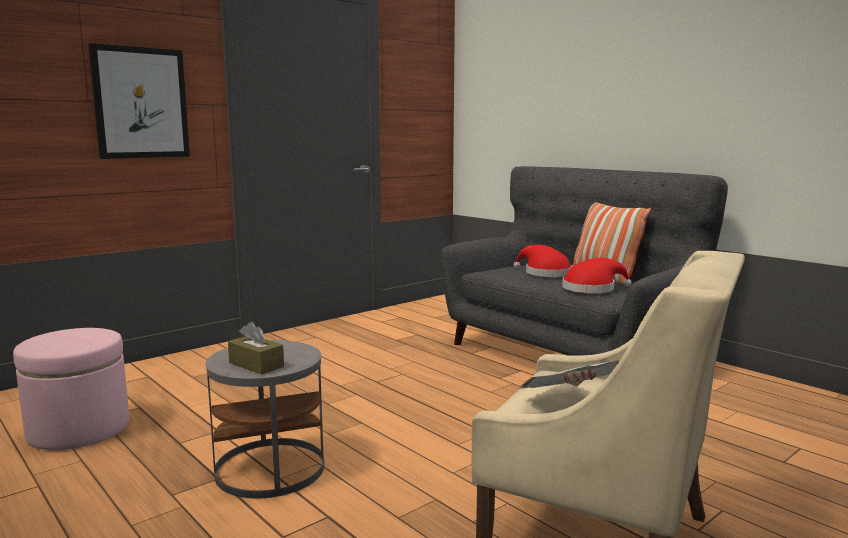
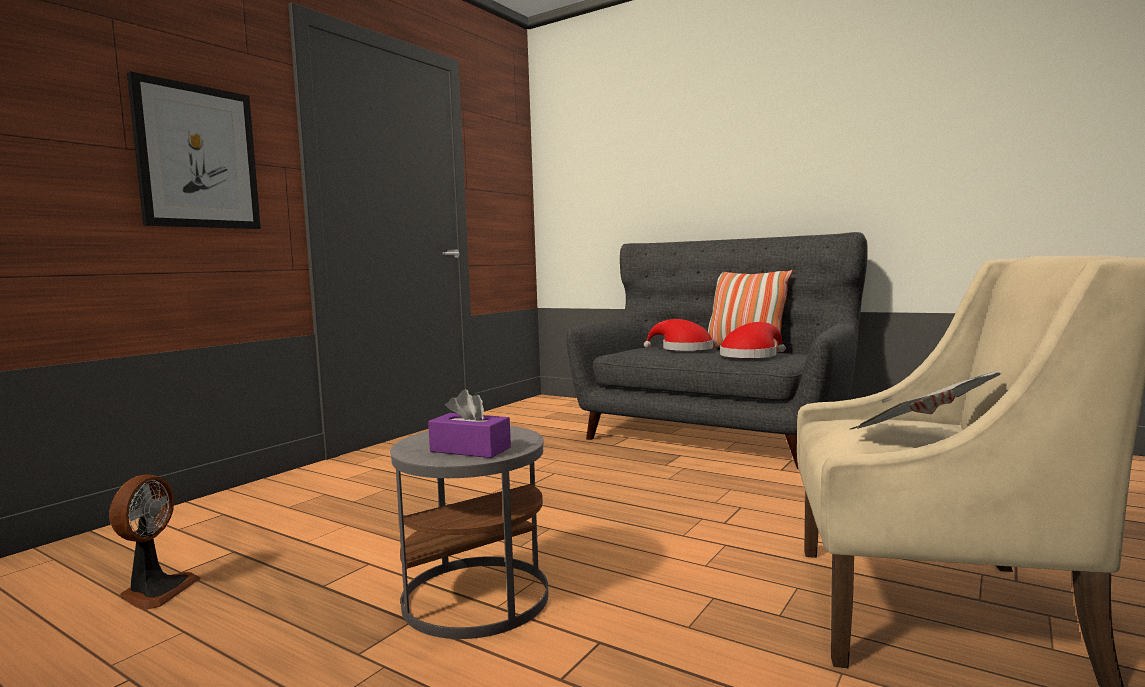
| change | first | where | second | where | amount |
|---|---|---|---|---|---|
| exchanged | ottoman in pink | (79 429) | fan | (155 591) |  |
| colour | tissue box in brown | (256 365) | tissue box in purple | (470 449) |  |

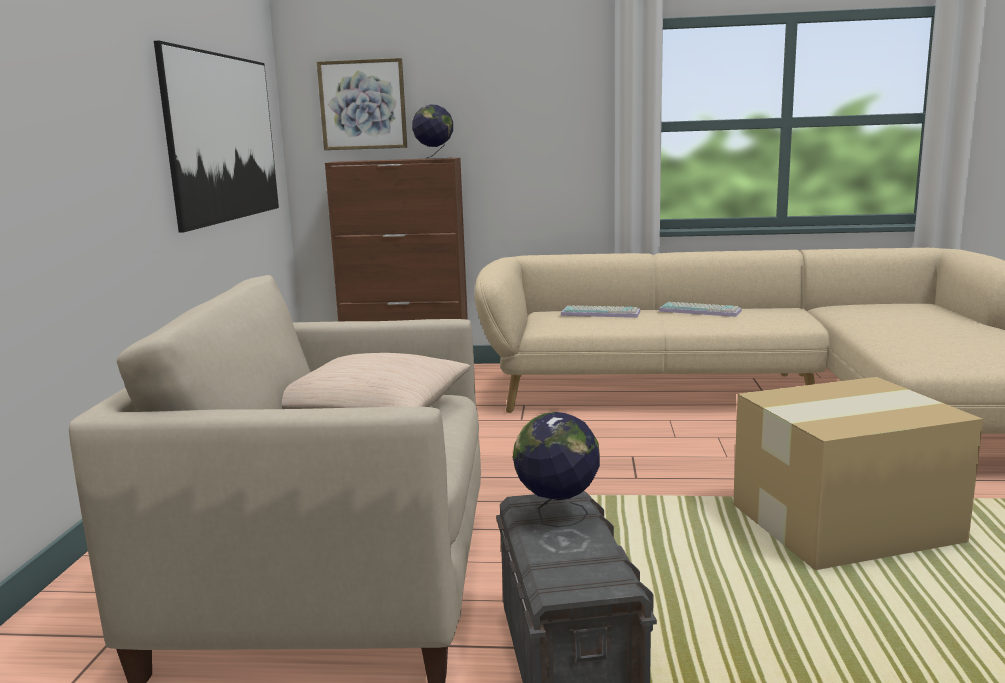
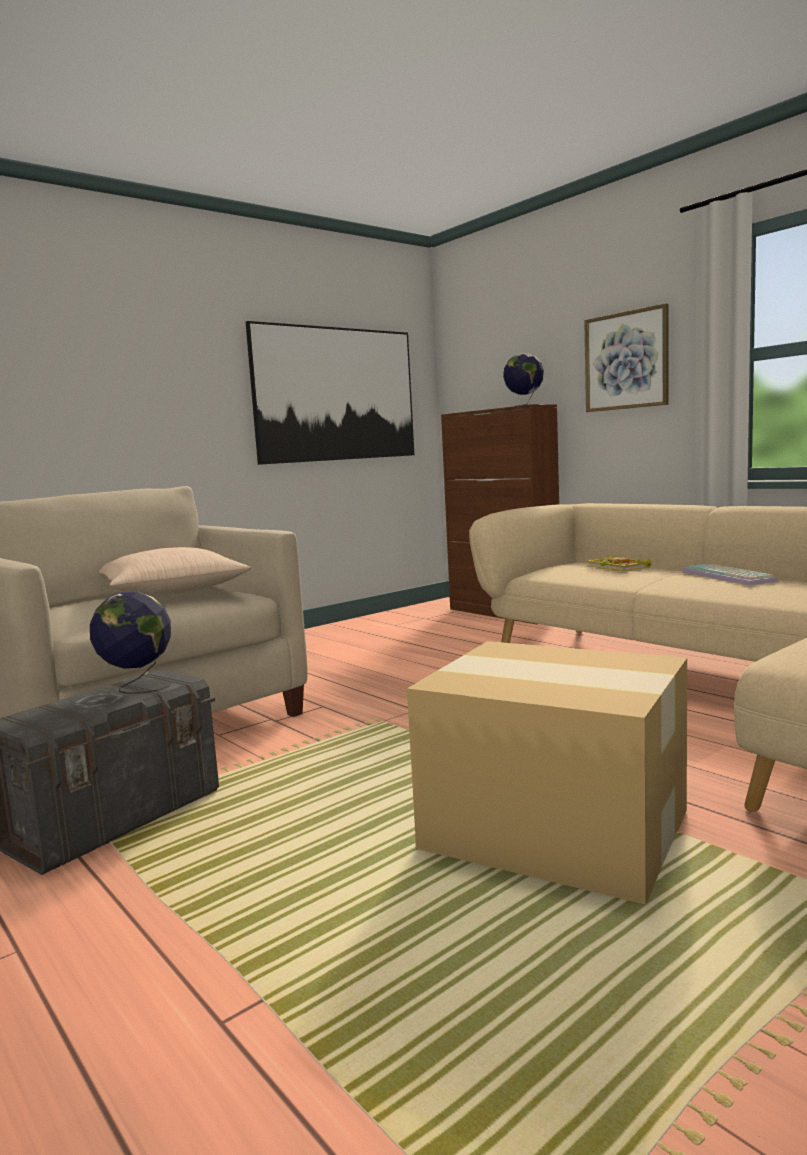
| change | first | where | second | where | amount |
|---|---|---|---|---|---|
| relocated | picture | (363 105) |  | (626 361) |  |
| exchanged | keyboard | (601 313) | book | (619 567) |  |

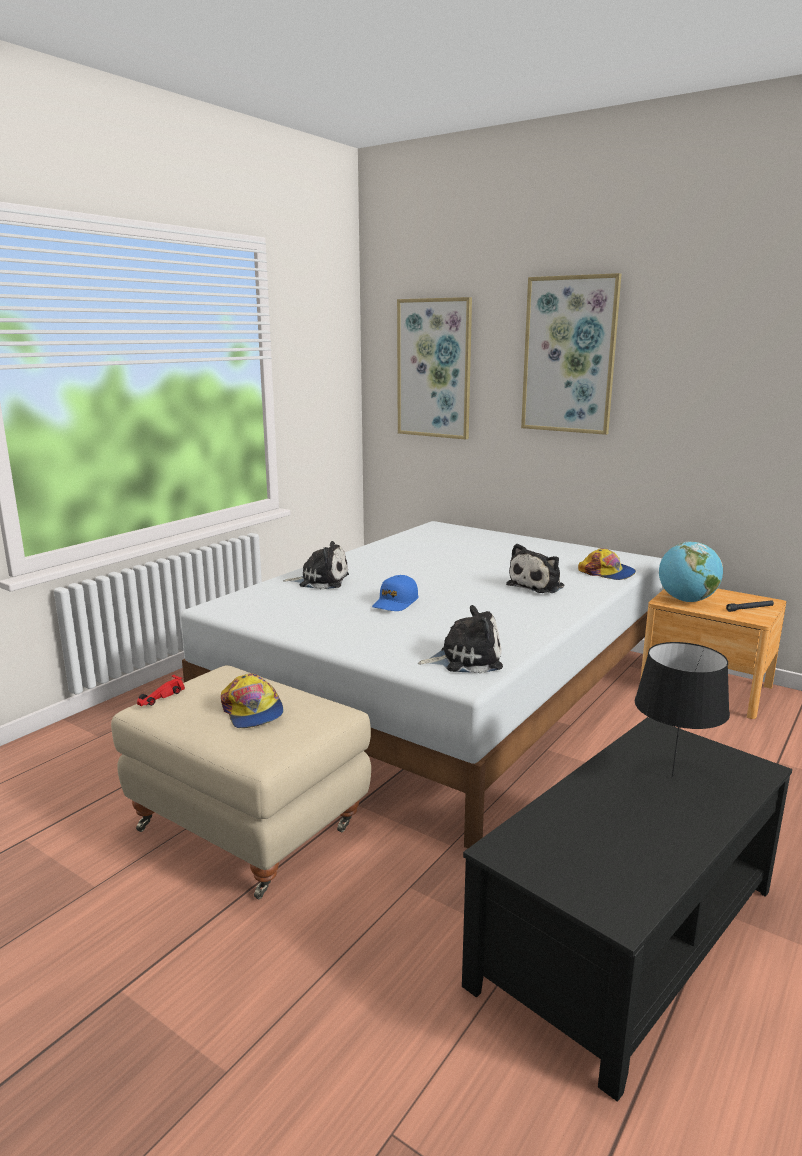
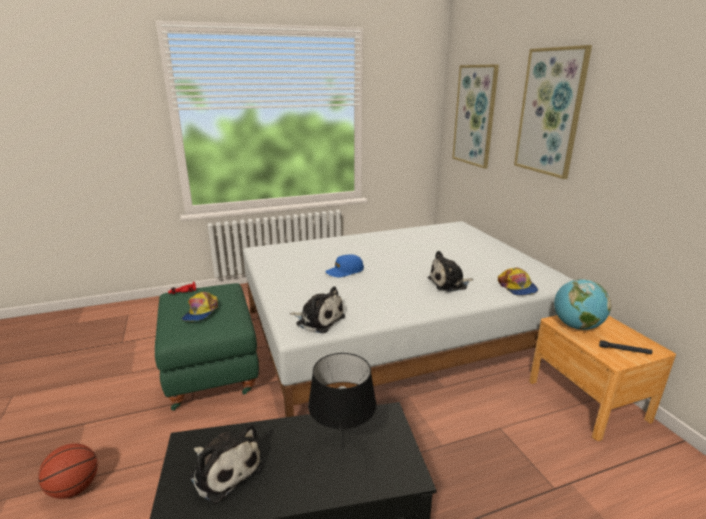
| change | first | where | second | where | amount |
|---|---|---|---|---|---|
| appeared |  |  | basketball | (74 488) |  |
| colour | ottoman in beige | (250 826) | ottoman in green | (213 372) |  |
| relocated | plush toy | (320 581) |  | (224 469) |  |

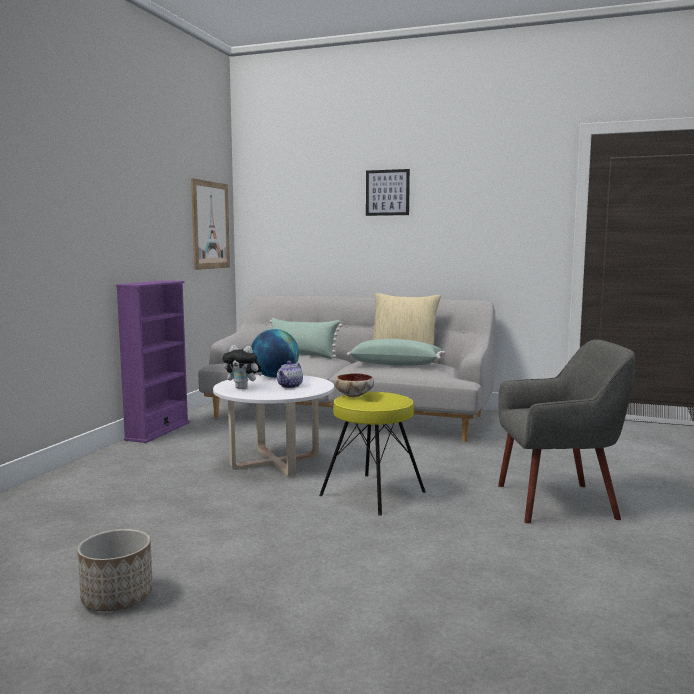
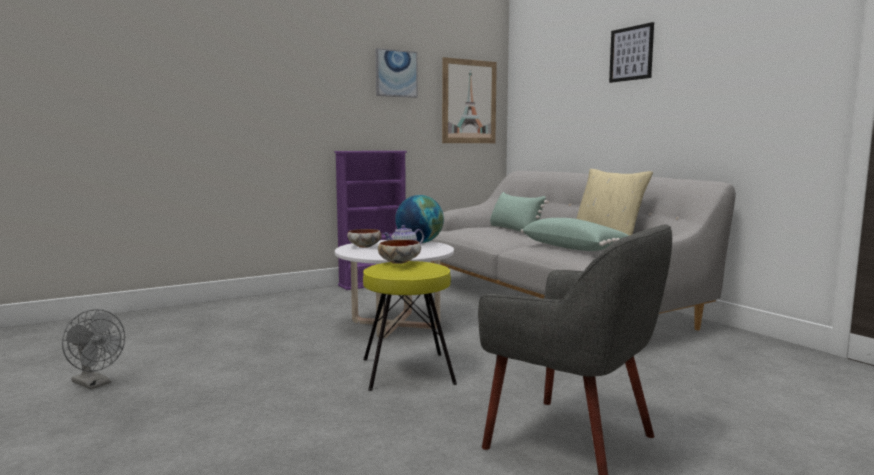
| change | first | where | second | where | amount |
|---|---|---|---|---|---|
| exchanged | planter | (117 597) | fan in grey | (95 384) |  |
| exchanged | plush toy | (243 388) | bowl | (365 247) |  |
| appeared |  |  | picture | (396 73) |  |

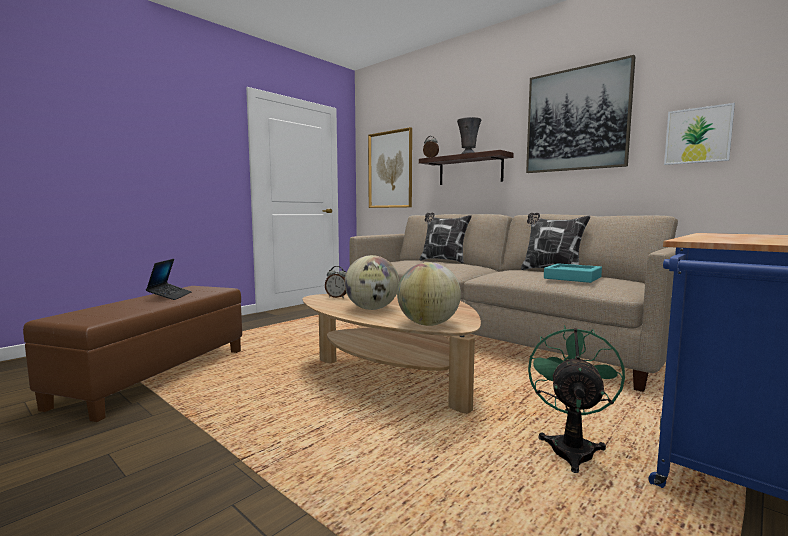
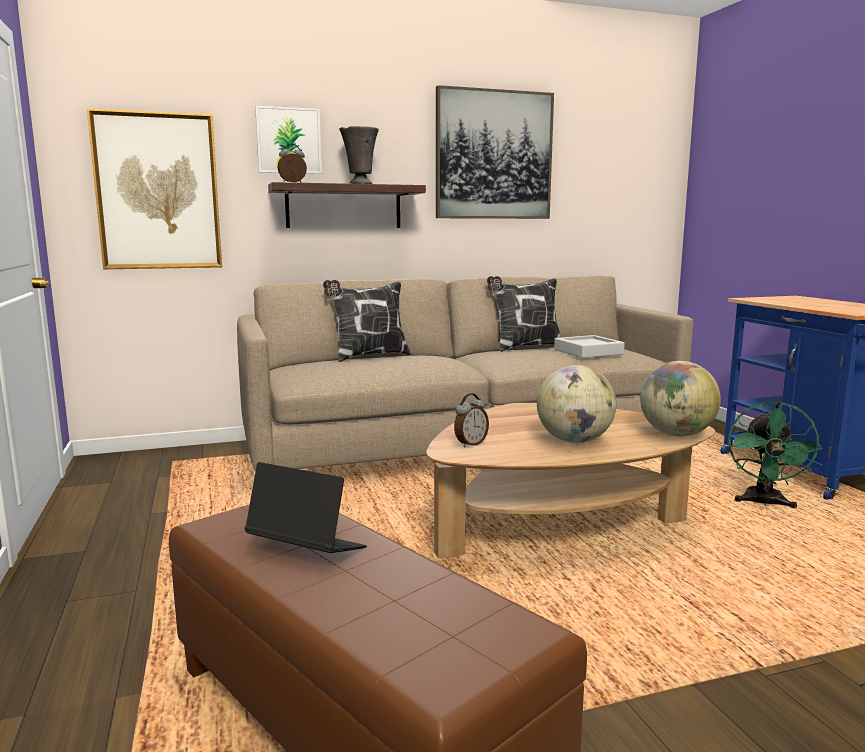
| change | first | where | second | where | amount |
|---|---|---|---|---|---|
| relocated | picture | (698 135) |  | (289 140) |  |
| colour | tray in turquoise | (572 277) | tray in grey | (588 352) |  |
| spun | fan in green | (571 447) |  | (764 503) | 120 degrees counterclockwise |

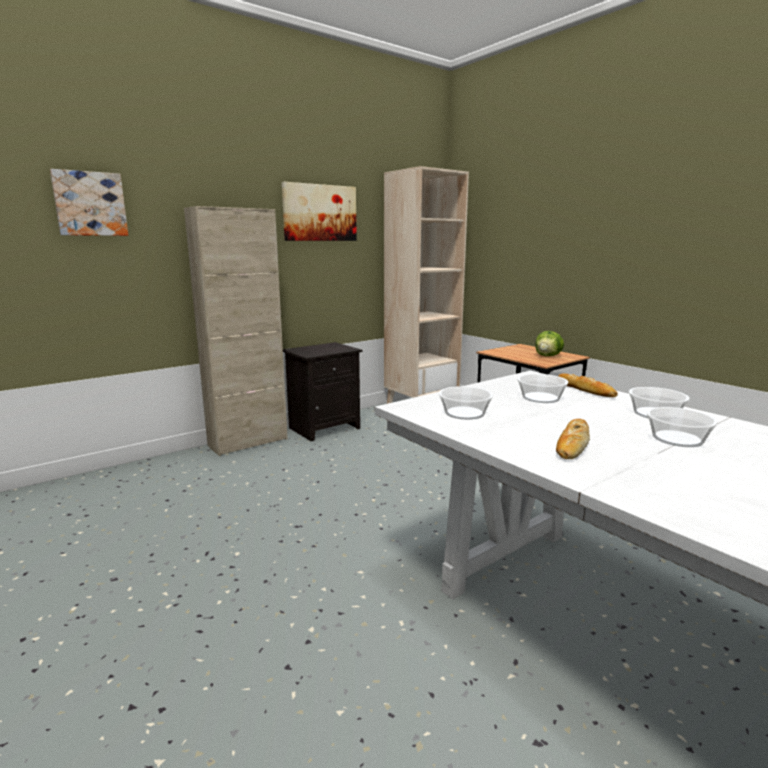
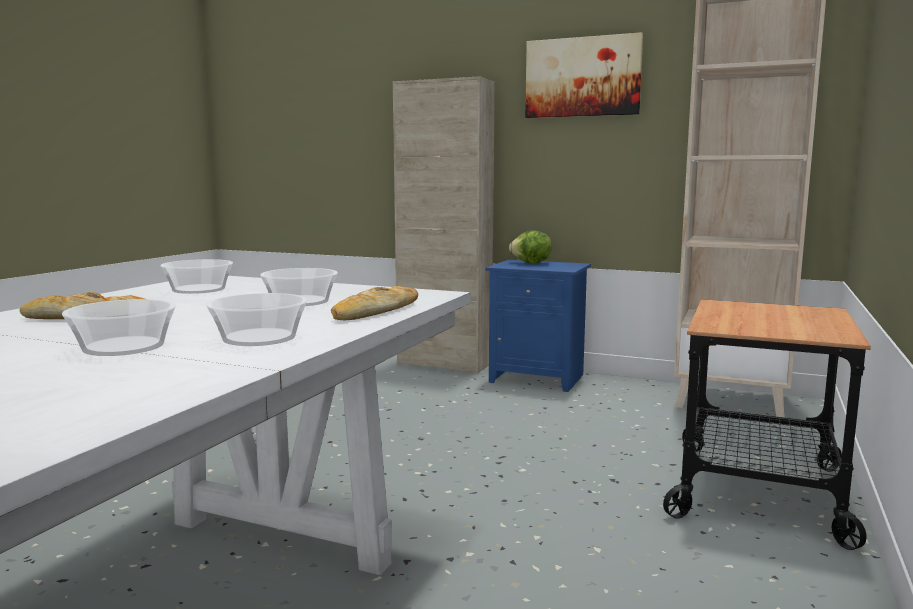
| change | first | where | second | where | amount |
|---|---|---|---|---|---|
| colour | nightstand in black | (324 427) | nightstand in blue | (538 378) |  |
| relocated | lettuce | (548 356) |  | (531 263) |  |
| missing | picture | (90 204) |  |  |  |

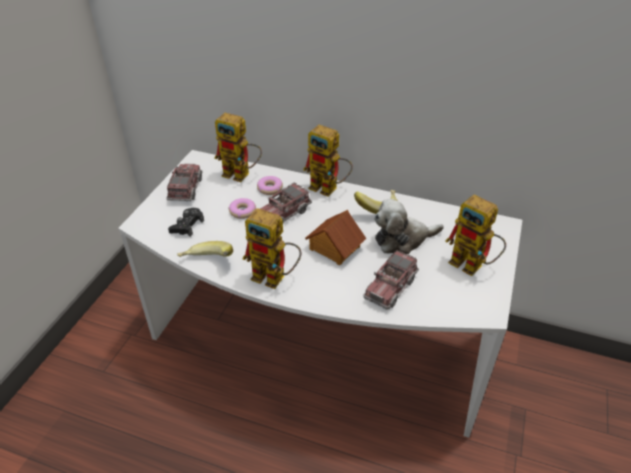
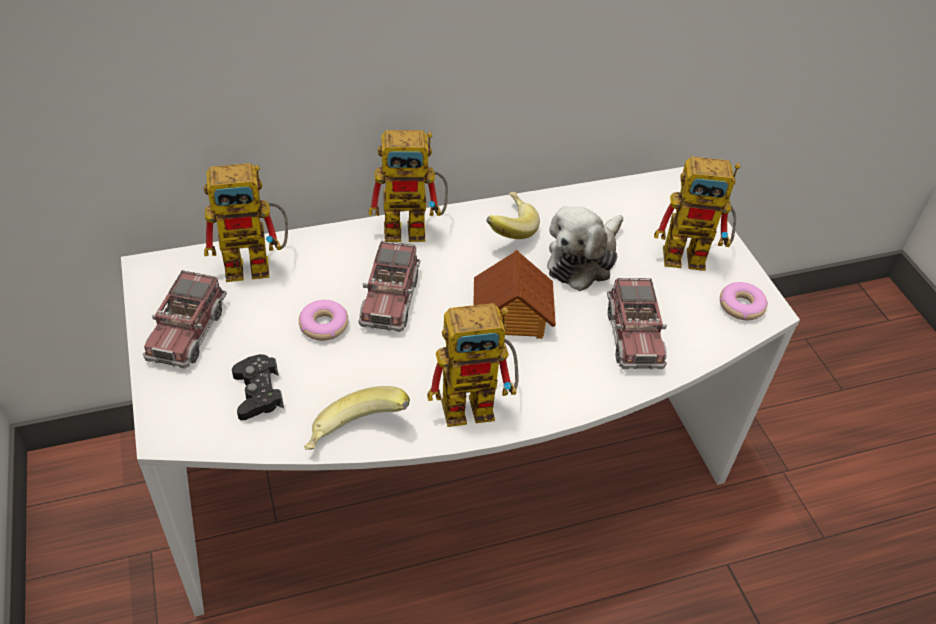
| change | first | where | second | where | amount |
|---|---|---|---|---|---|
| spun | toy truck | (186 189) |  | (187 332) | 135 degrees counterclockwise |
| relocated | donut | (270 188) |  | (741 306) |  |

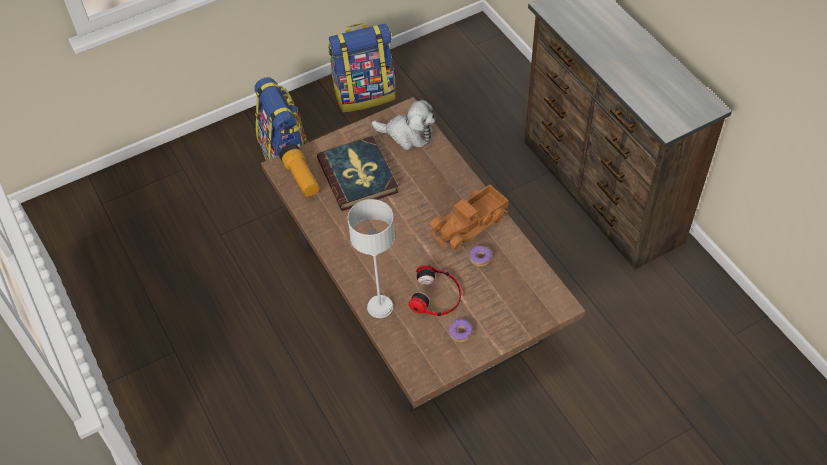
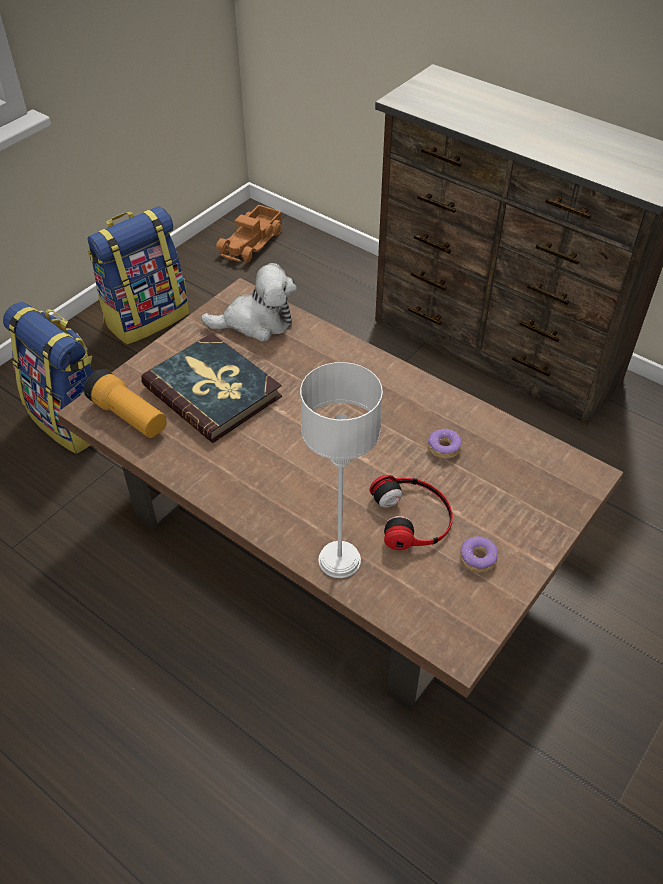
| change | first | where | second | where | amount |
|---|---|---|---|---|---|
| relocated | toy truck | (470 224) |  | (253 242) |  |

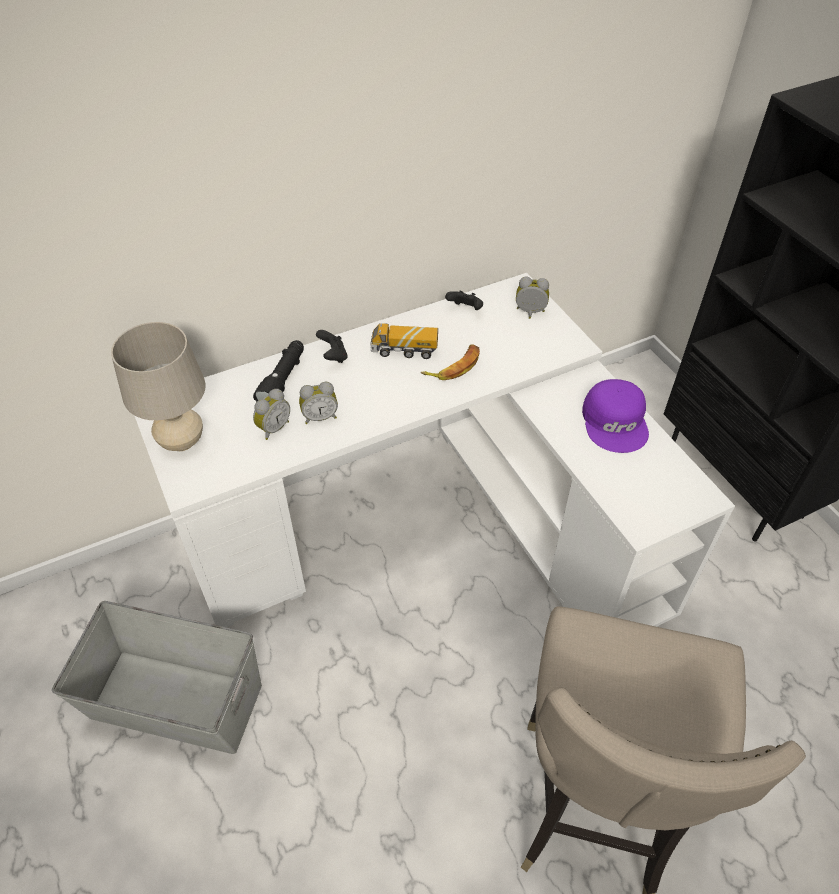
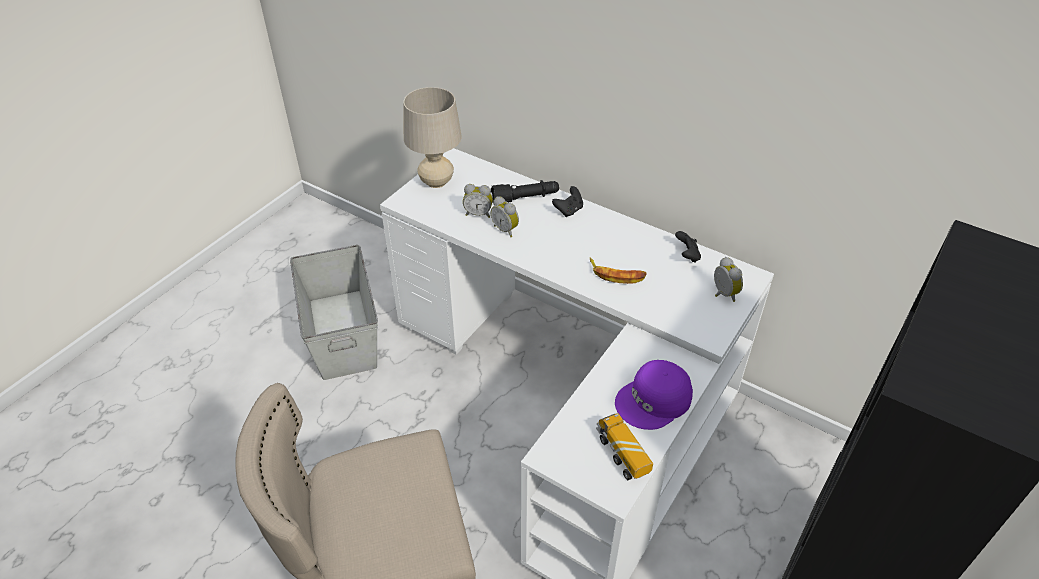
| change | first | where | second | where | amount |
|---|---|---|---|---|---|
| relocated | toy truck | (404 351) |  | (622 454) |  |

